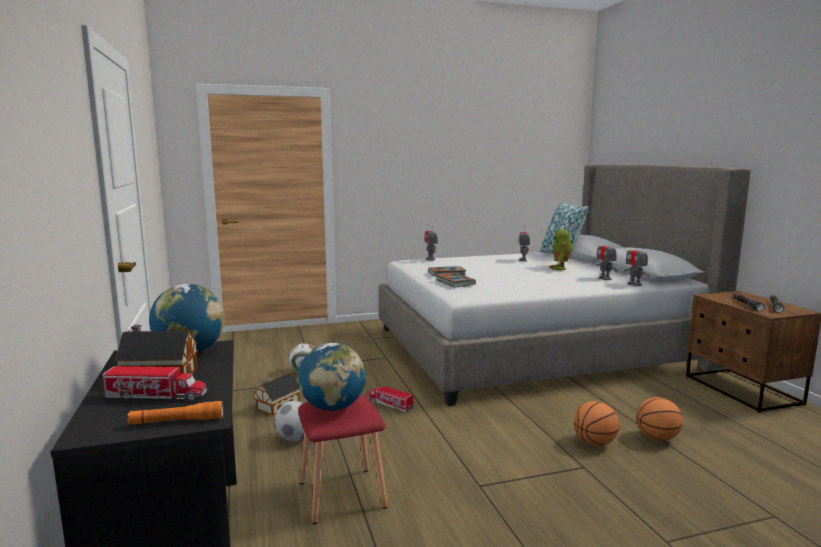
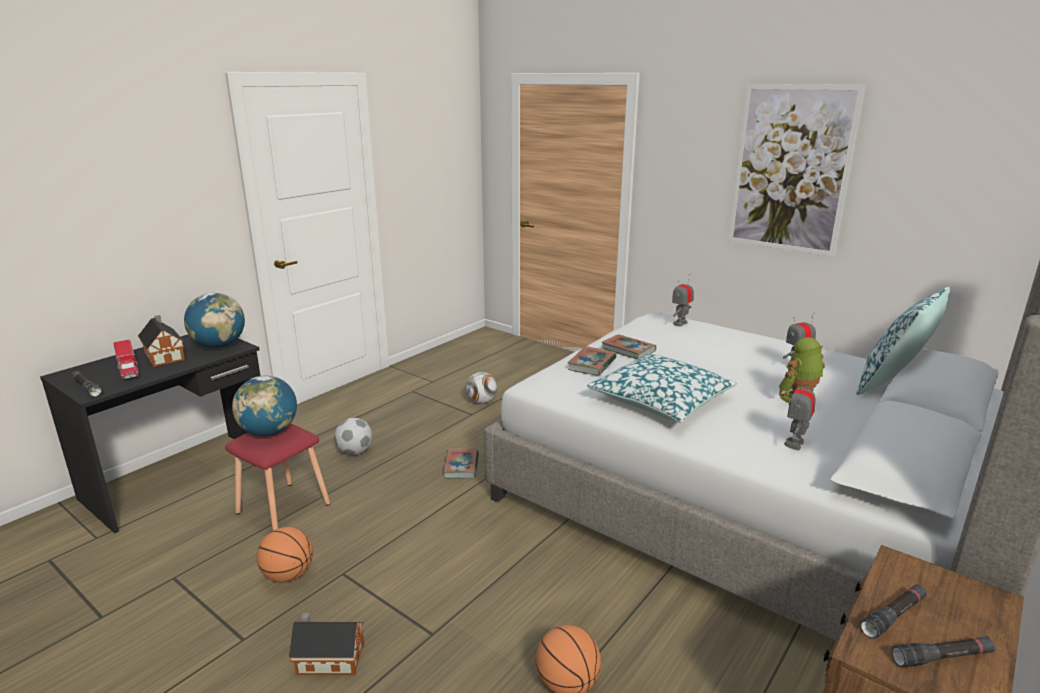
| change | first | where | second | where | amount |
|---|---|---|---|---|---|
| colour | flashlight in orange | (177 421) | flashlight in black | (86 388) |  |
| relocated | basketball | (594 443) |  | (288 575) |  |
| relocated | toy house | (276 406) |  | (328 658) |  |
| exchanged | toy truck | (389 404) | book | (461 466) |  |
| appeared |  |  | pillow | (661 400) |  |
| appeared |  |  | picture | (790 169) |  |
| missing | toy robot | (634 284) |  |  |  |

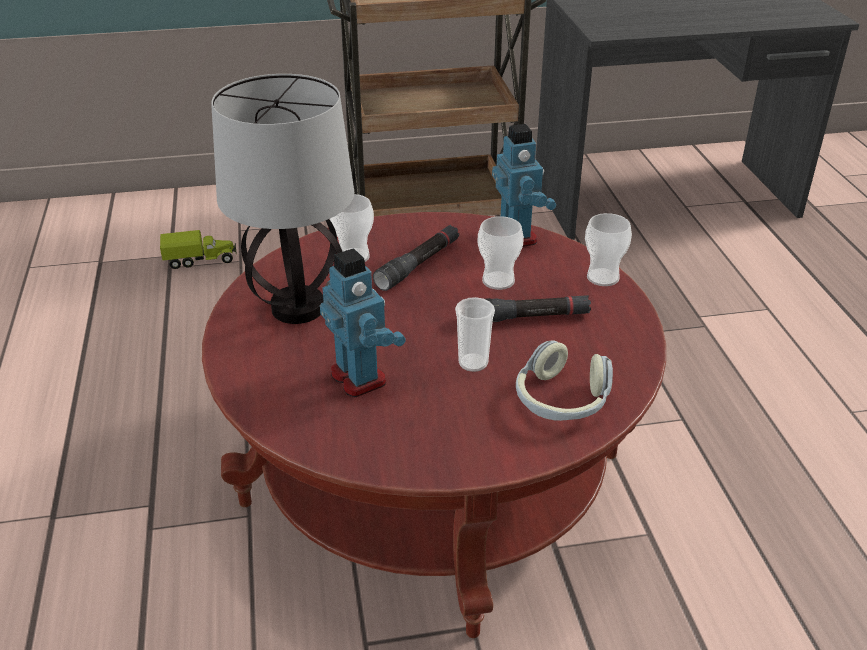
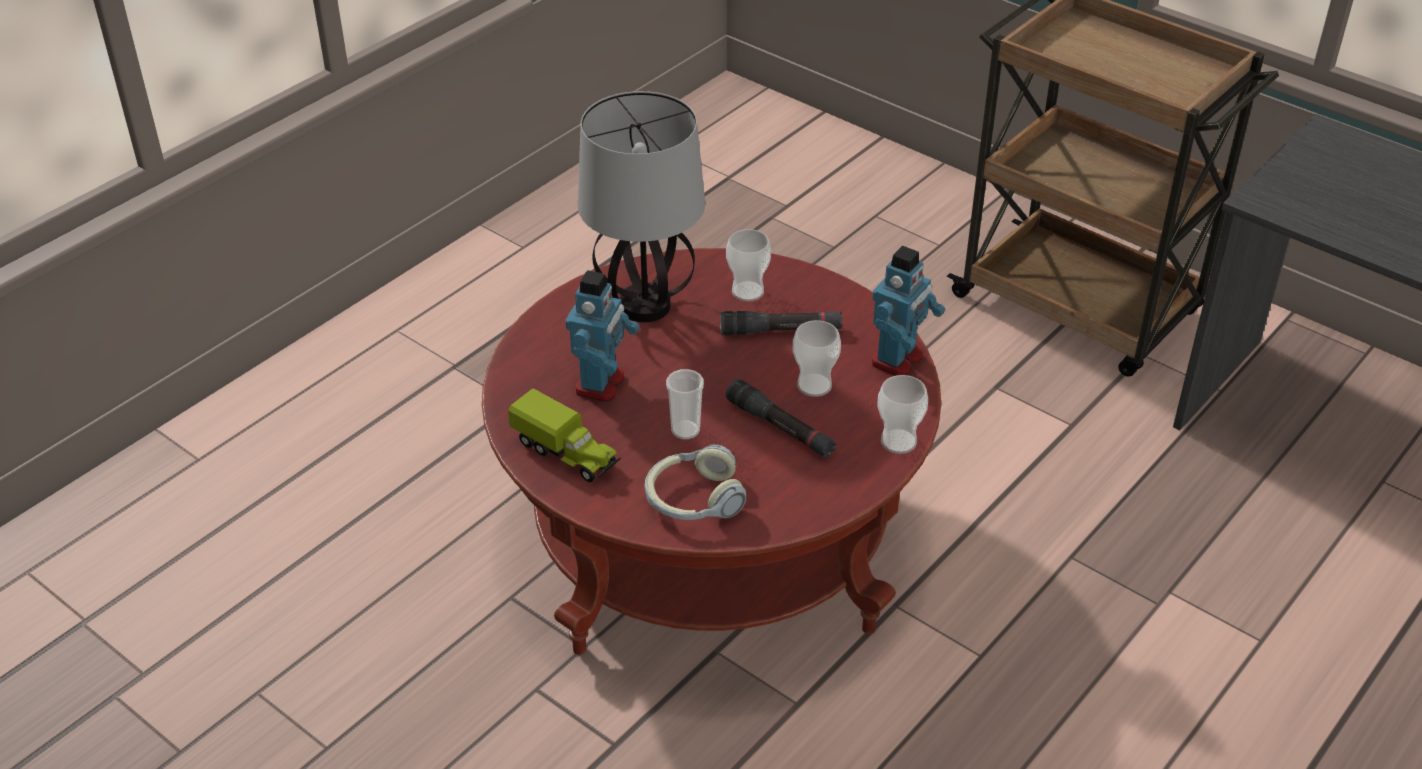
| change | first | where | second | where | amount |
|---|---|---|---|---|---|
| relocated | toy truck | (201 260) |  | (566 454) |  |

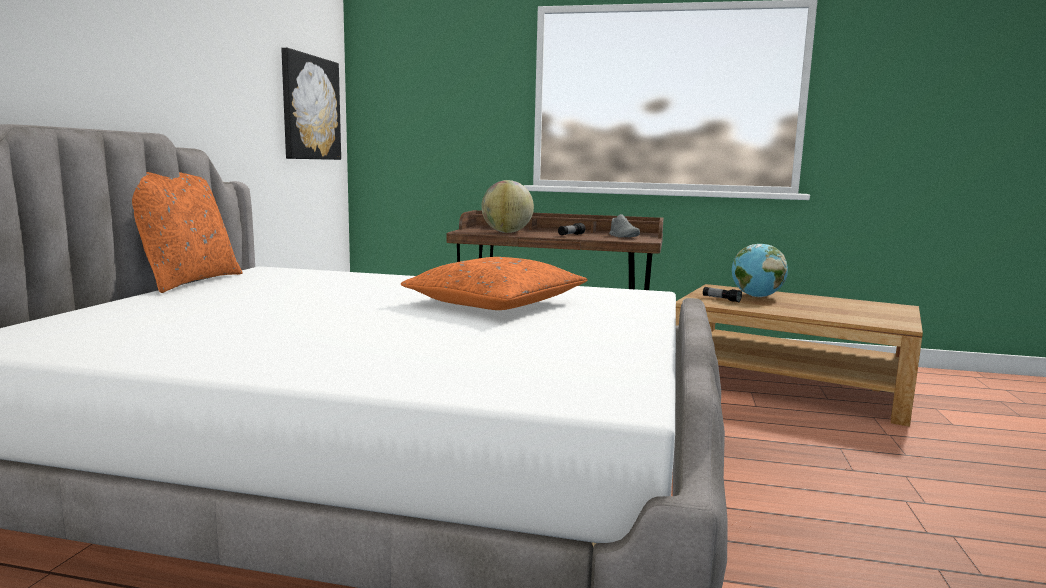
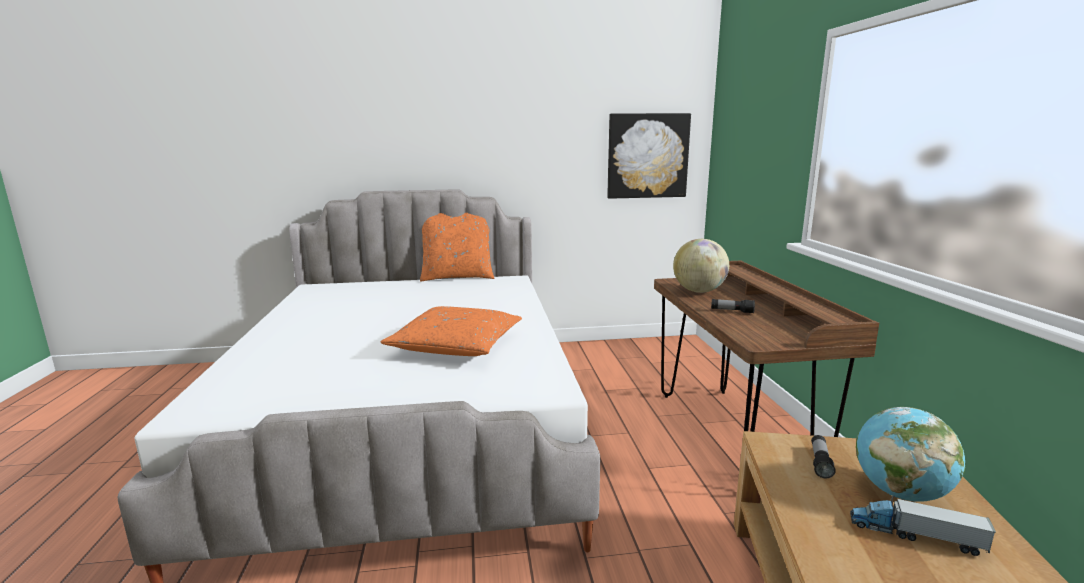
| change | first | where | second | where | amount |
|---|---|---|---|---|---|
| appeared |  |  | toy truck | (915 535) |  |
| missing | shoe in grey | (623 236) |  |  |  |

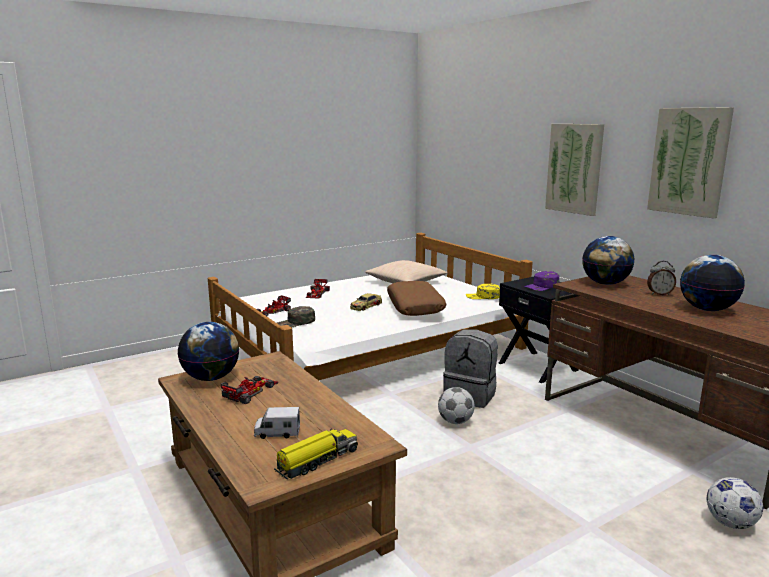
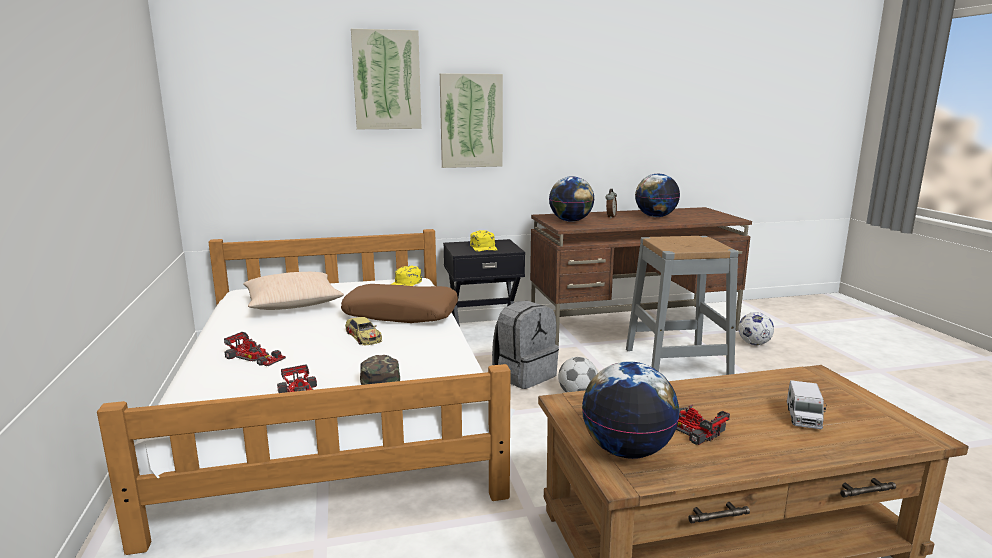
| change | first | where | second | where | amount |
|---|---|---|---|---|---|
| relocated | picture | (689 161) |  | (386 80) |  |
| colour | cap in purple | (542 286) | cap in yellow | (484 247) |  |
| appeared |  |  | stool in grey | (677 362) |  |
| missing | toy truck | (317 461) |  |  |  |

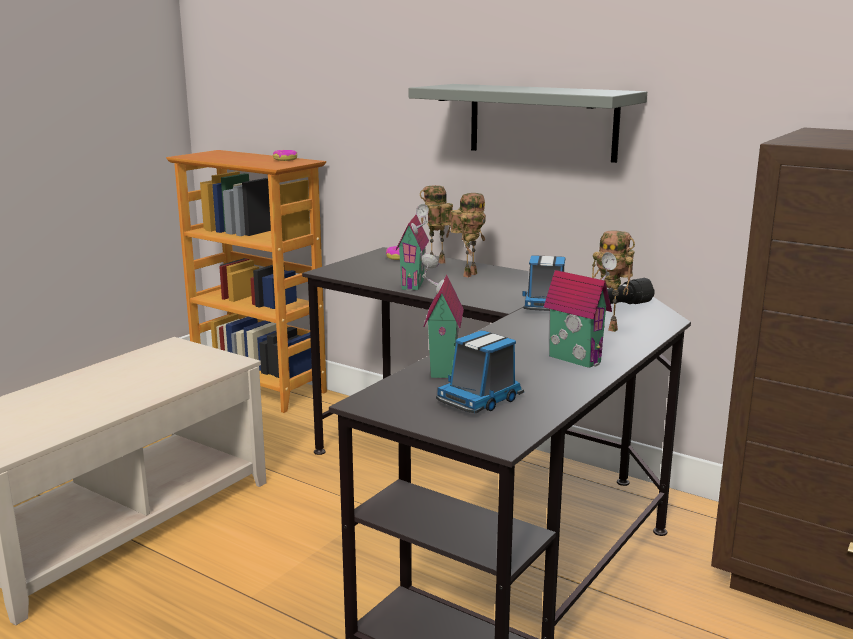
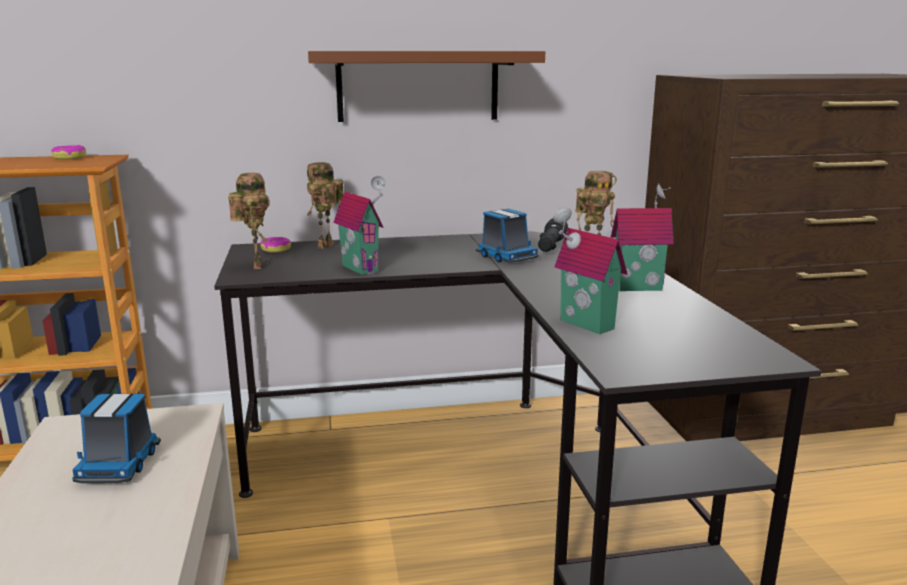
| change | first | where | second | where | amount |
|---|---|---|---|---|---|
| relocated | toy truck | (481 399) |  | (119 464) |  |
| relocated | toy robot | (469 274) |  | (255 266) |  |
| colour | shelf in grey | (542 122) | shelf in brown | (418 86) |  |

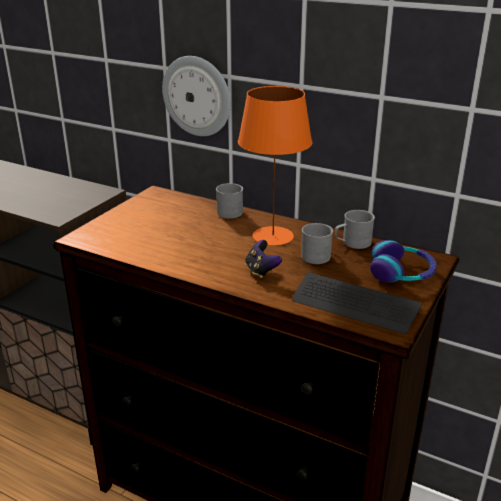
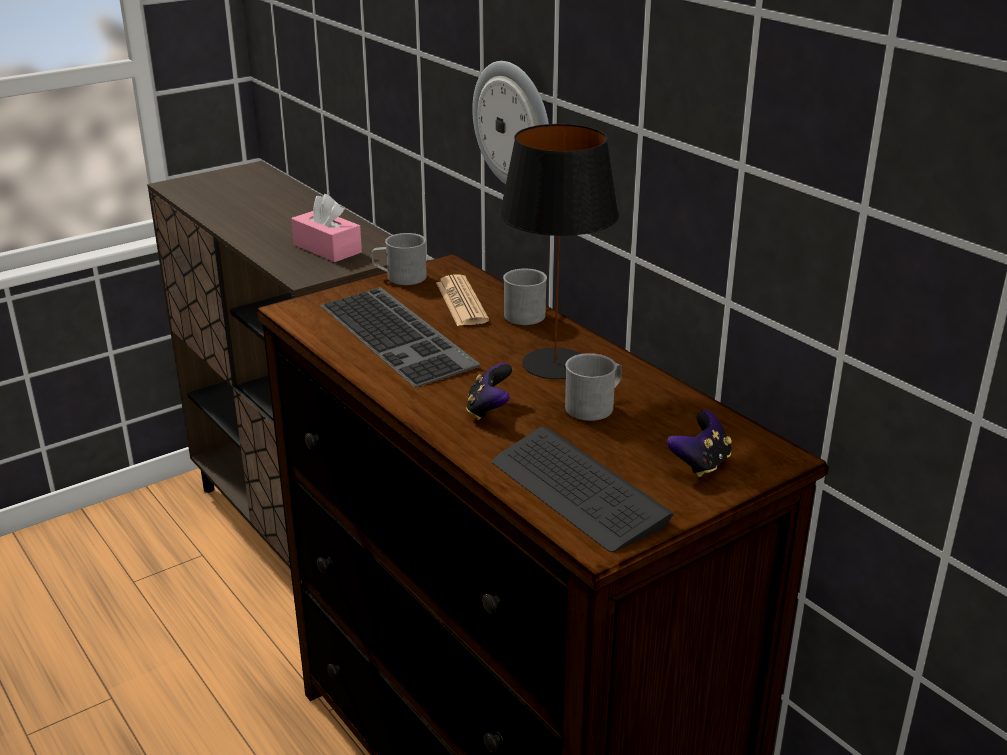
| change | first | where | second | where | amount |
|---|---|---|---|---|---|
| appeared |  |  | tissue box in pink | (327 248) |  |
| appeared |  |  | keyboard | (400 335) |  |
| relocated | mug in grey | (352 243) |  | (400 277) |  |
| appeared |  |  | newspaper | (461 302) |  |
| colour | table lamp in orange | (272 236) | table lamp in black | (554 363) |  |
| exchanged | headphones | (401 273) | game controller | (700 464) |  |

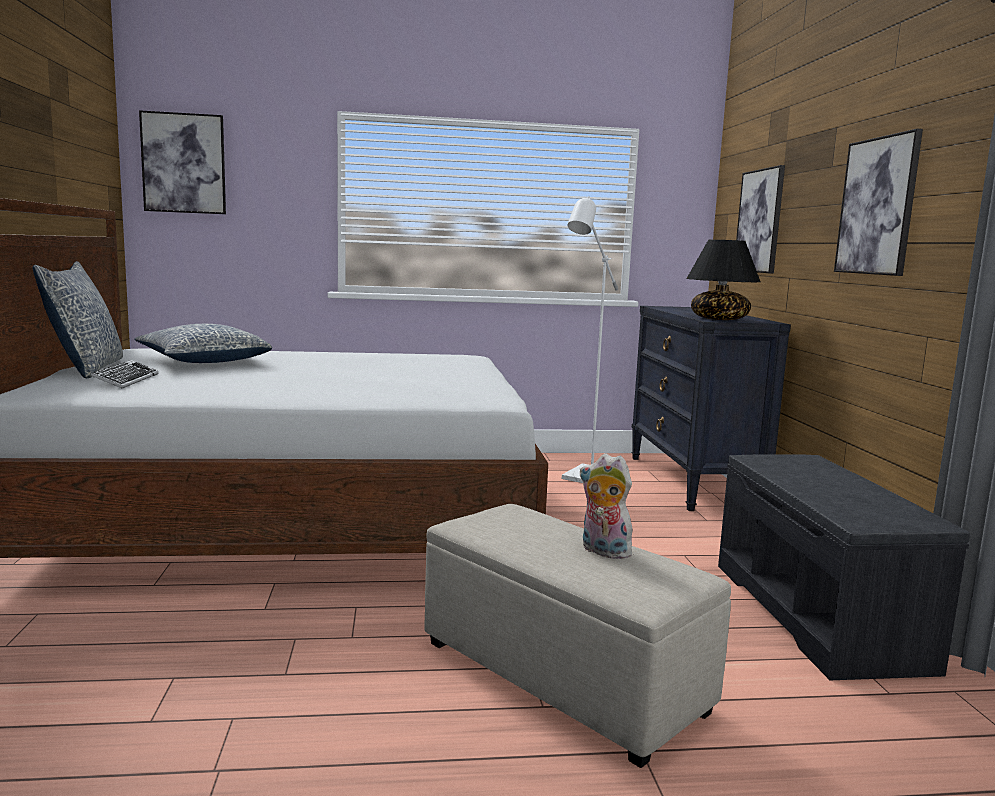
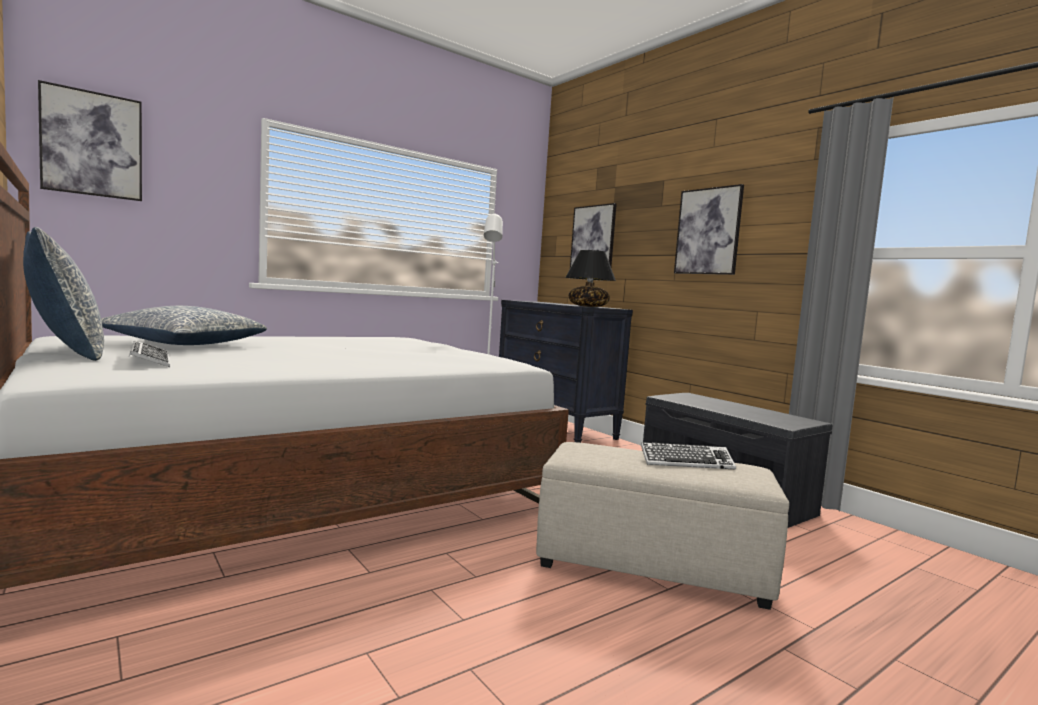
| change | first | where | second | where | amount |
|---|---|---|---|---|---|
| exchanged | plush toy | (602 551) | keyboard | (686 462) |  |

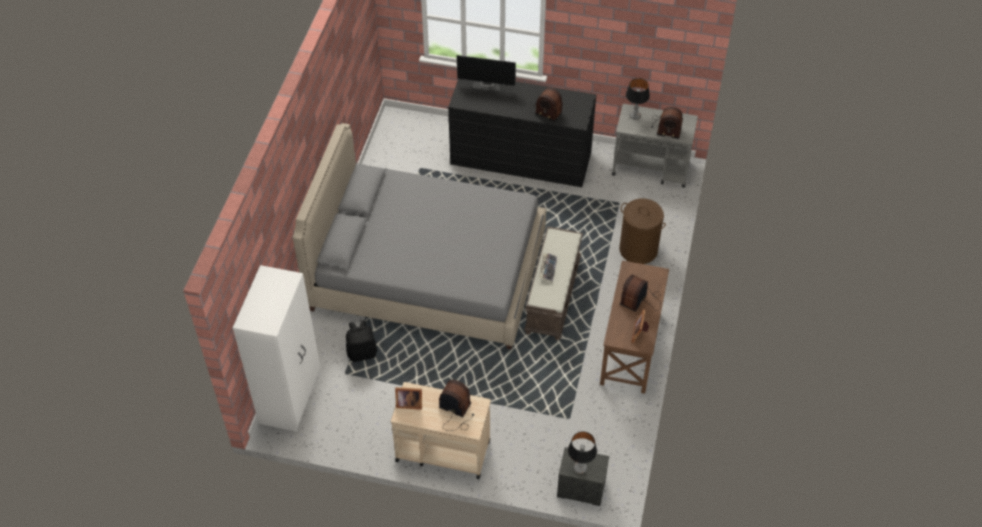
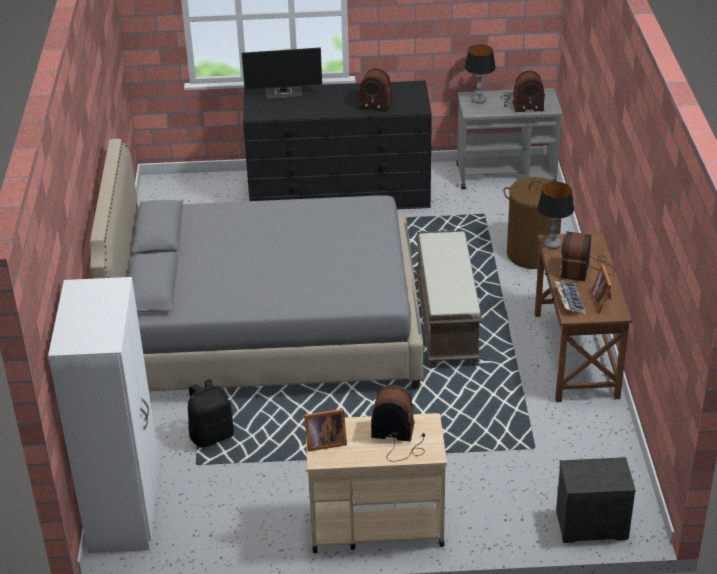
| change | first | where | second | where | amount |
|---|---|---|---|---|---|
| relocated | table lamp | (580 468) |  | (552 244) |  |
| relocated | keyboard | (547 269) |  | (569 300) |  |

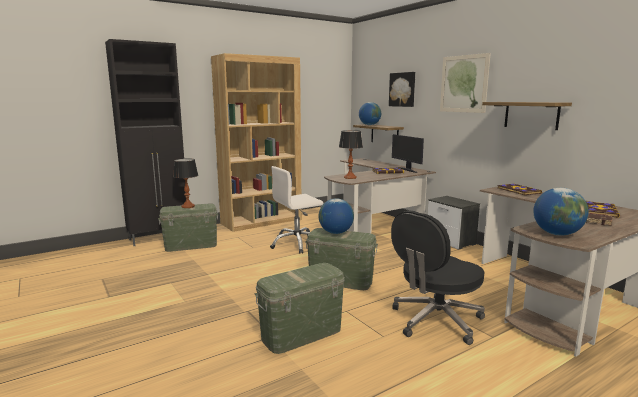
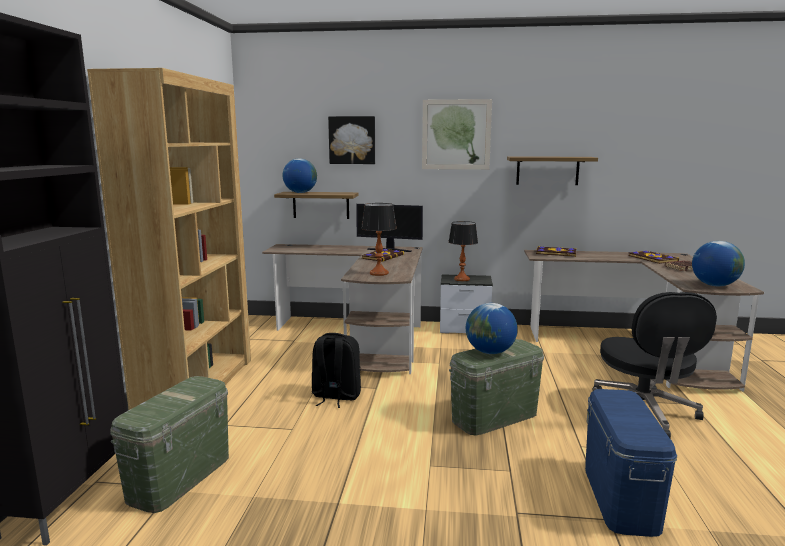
| change | first | where | second | where | amount |
|---|---|---|---|---|---|
| exchanged | office chair in white | (297 244) | backpack in black | (335 396) |  |
| relocated | table lamp | (188 206) |  | (462 279) |  |
| colour | storage box in green | (301 334) | storage box in blue | (620 497) |  |

